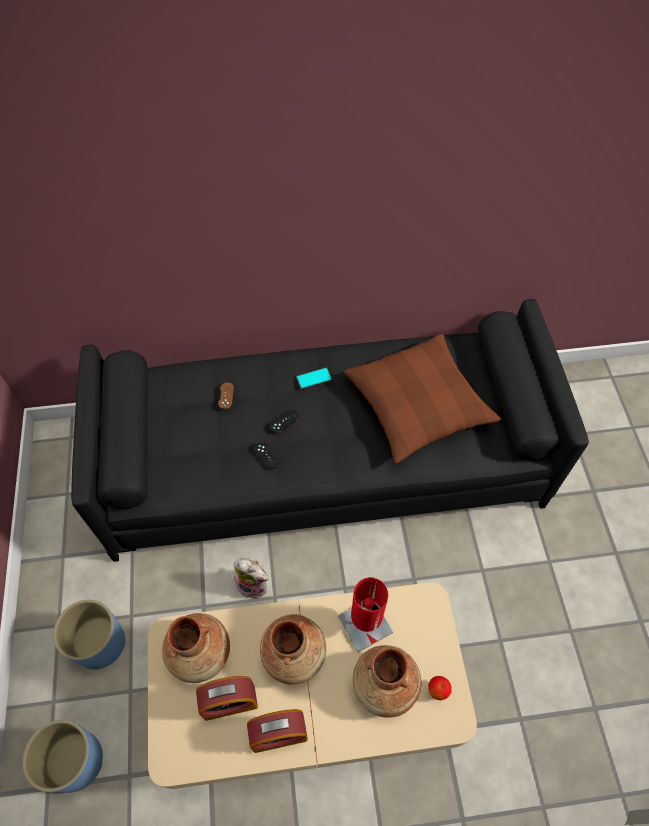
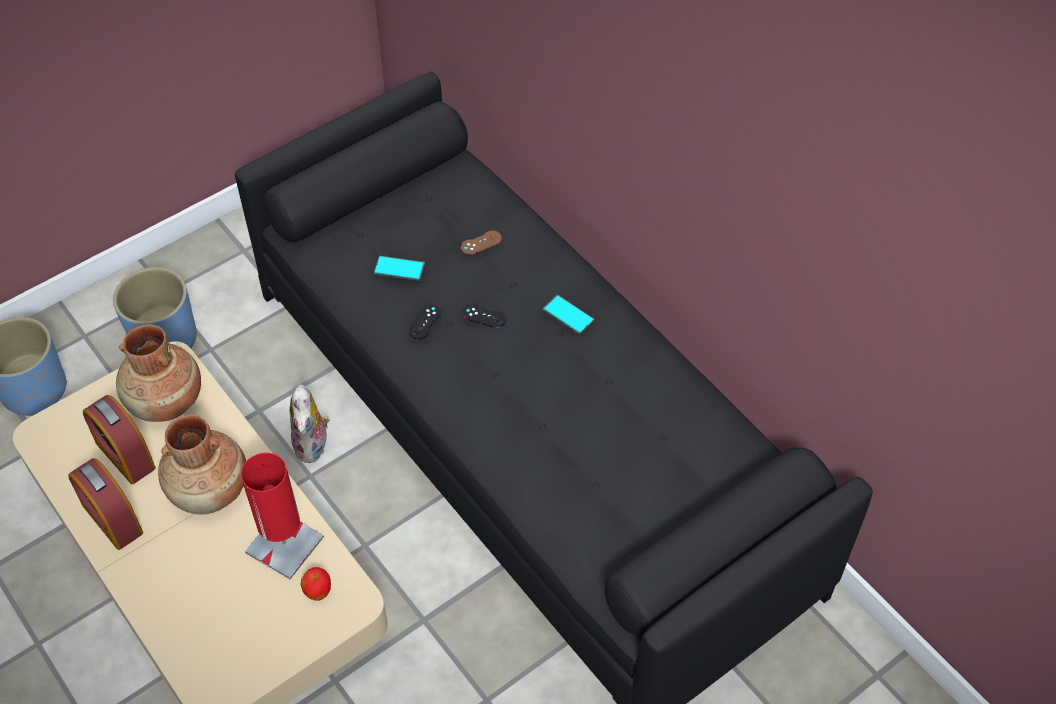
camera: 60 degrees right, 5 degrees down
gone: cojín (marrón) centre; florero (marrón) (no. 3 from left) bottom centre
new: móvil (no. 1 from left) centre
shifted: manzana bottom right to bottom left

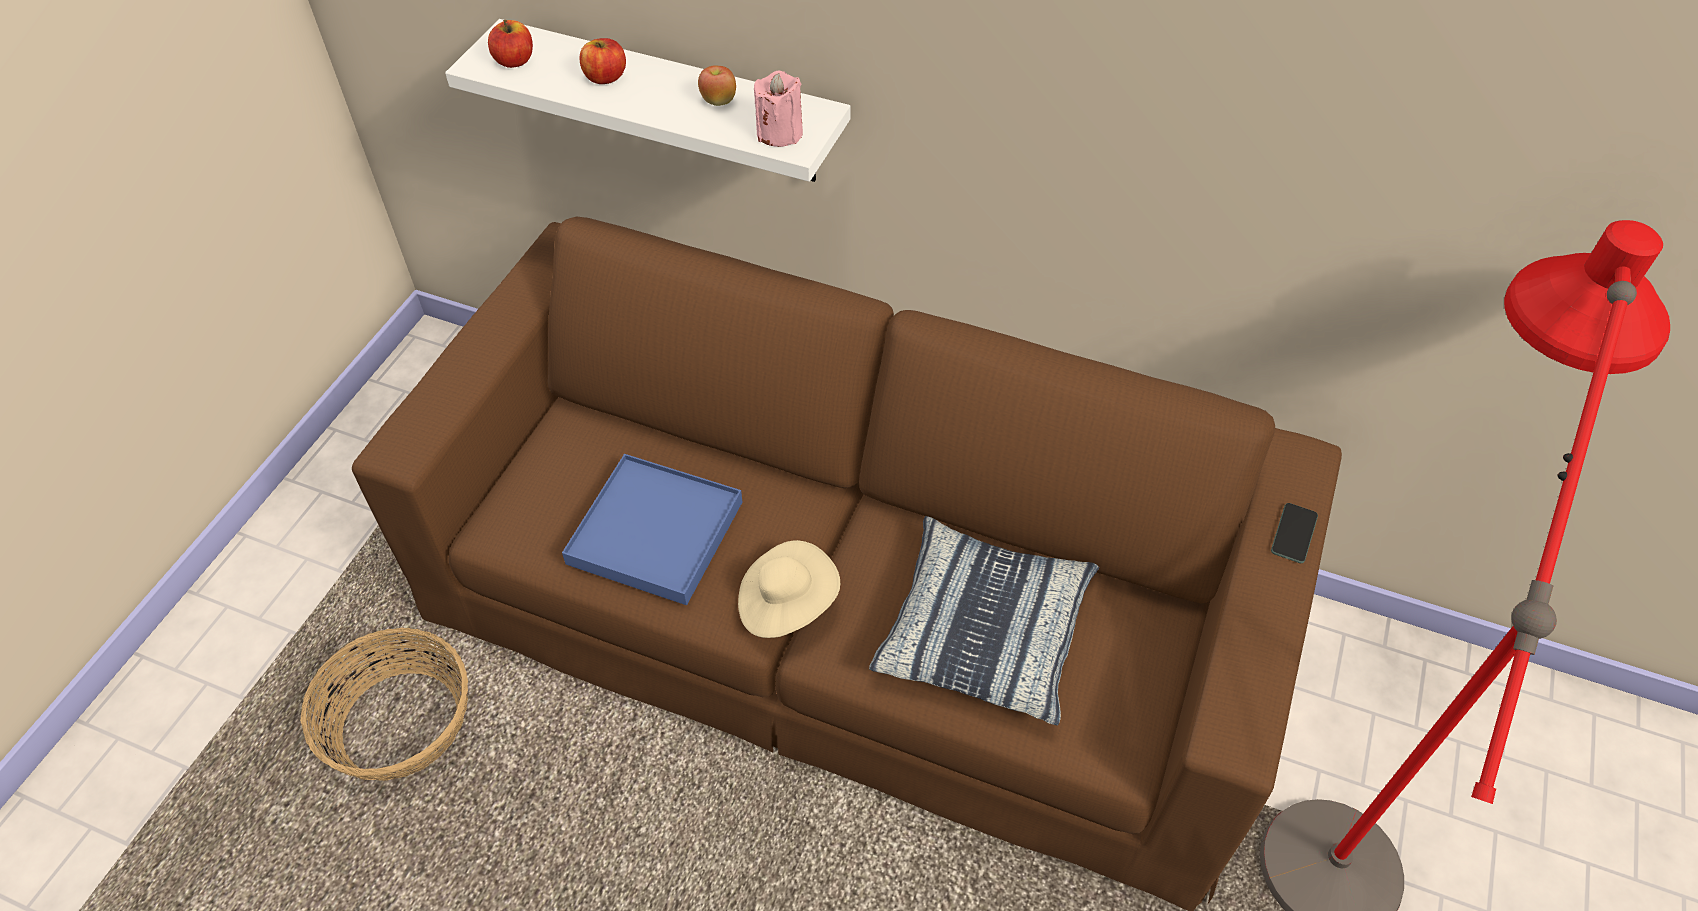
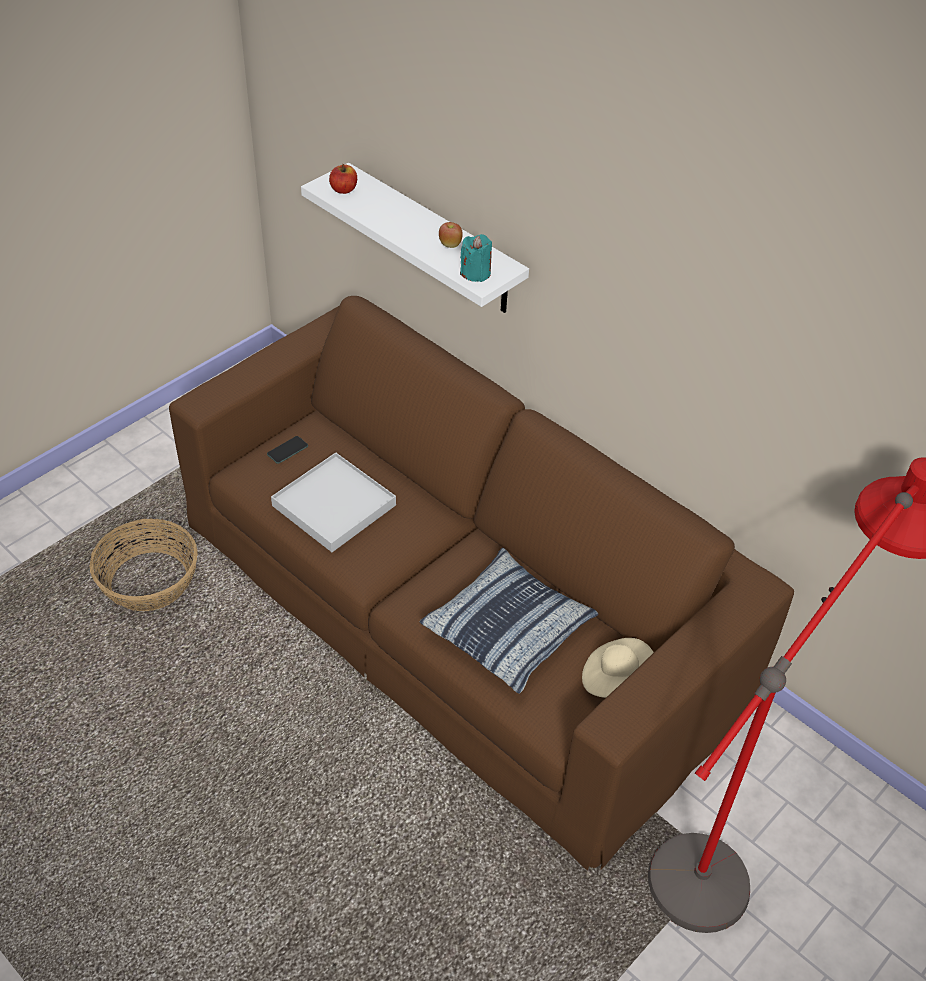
camera: 20 degrees right, 5 degrees down
gone: manzana (no. 2 from left) top centre
shifted: sombrero (beis) centre to bottom right; móvil middle right to middle left
repainted: bandeja (azul) centre to bandeja (blanco) centre; vela (rosa) top centre to vela (turquesa) top centre

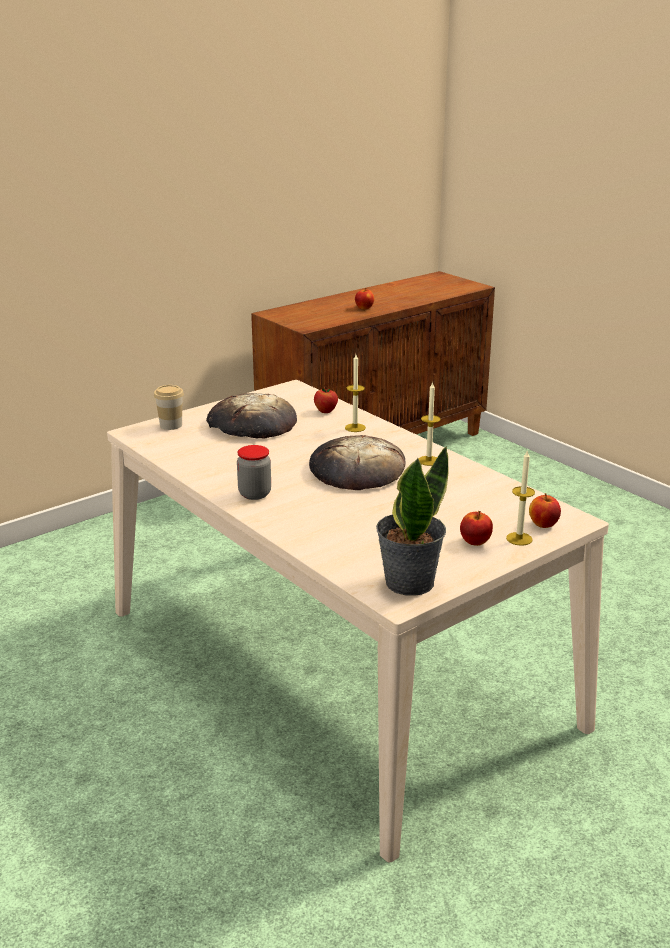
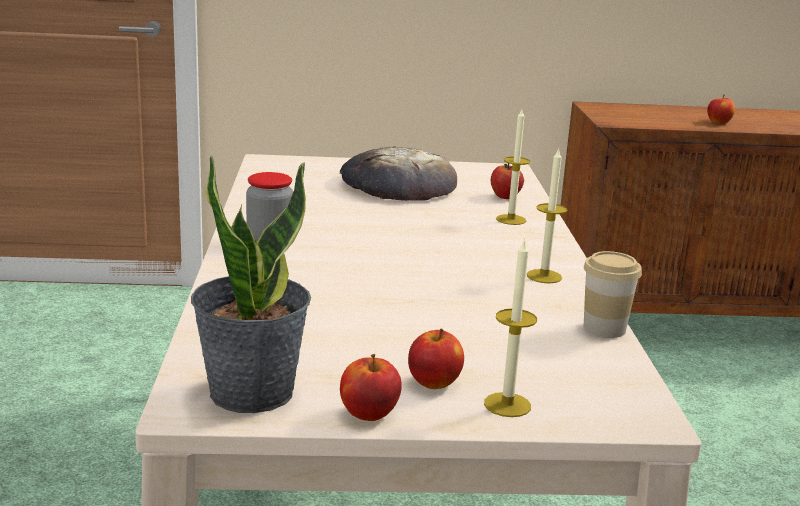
camera: 35 degrees right, 5 degrees down
gone: pan (no. 2 from left) centre
shifted: taza middle left to middle right; manzana (no. 4 from left in the first image) middle right to manzana (no. 1 from left) bottom centre

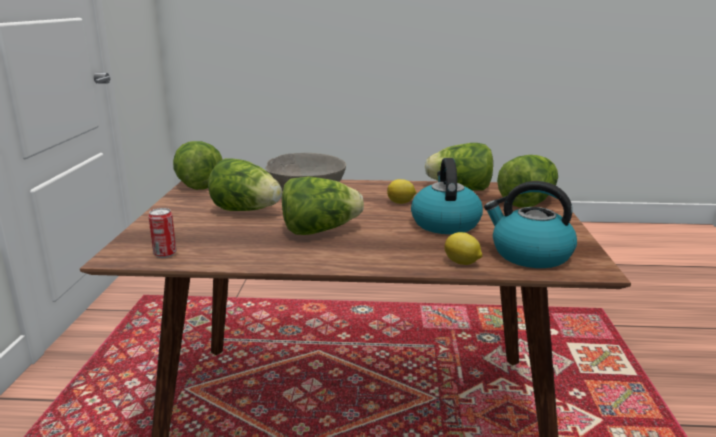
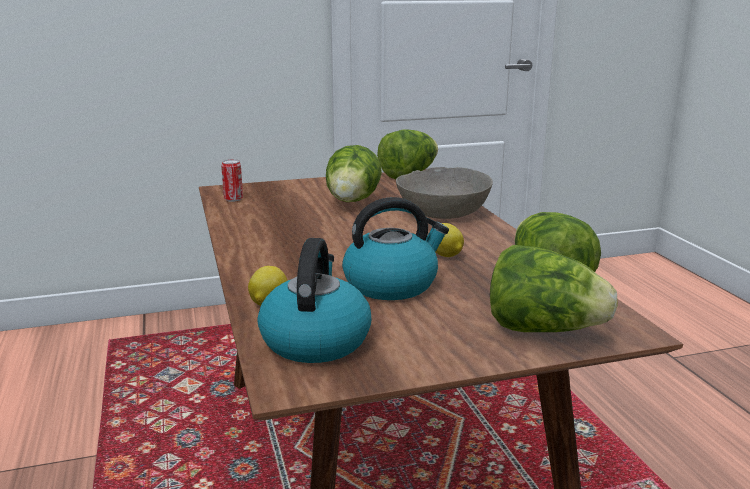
camera: 70 degrees right, 0 degrees up
gone: lechuga (no. 3 from left) centre

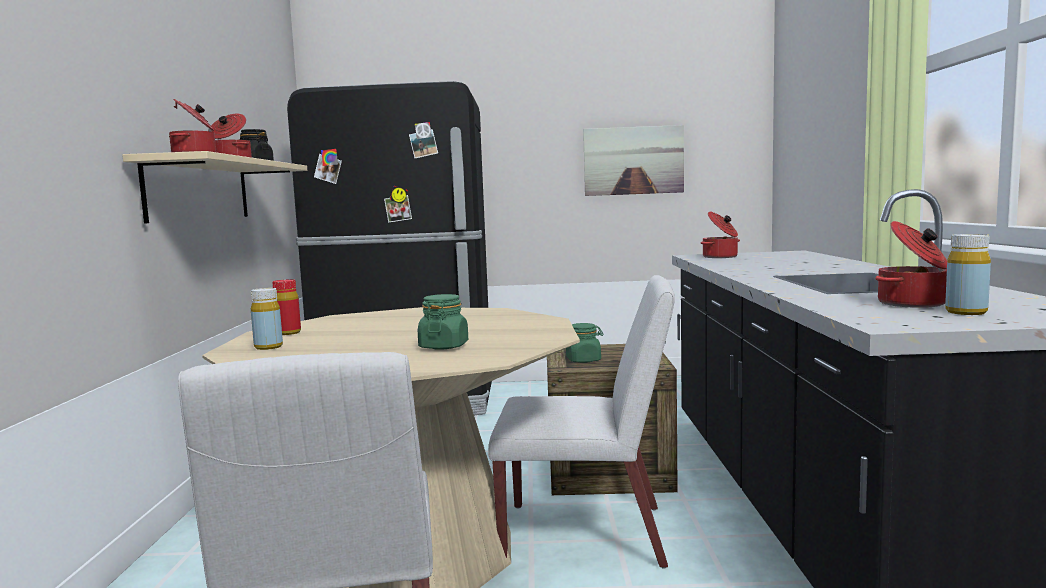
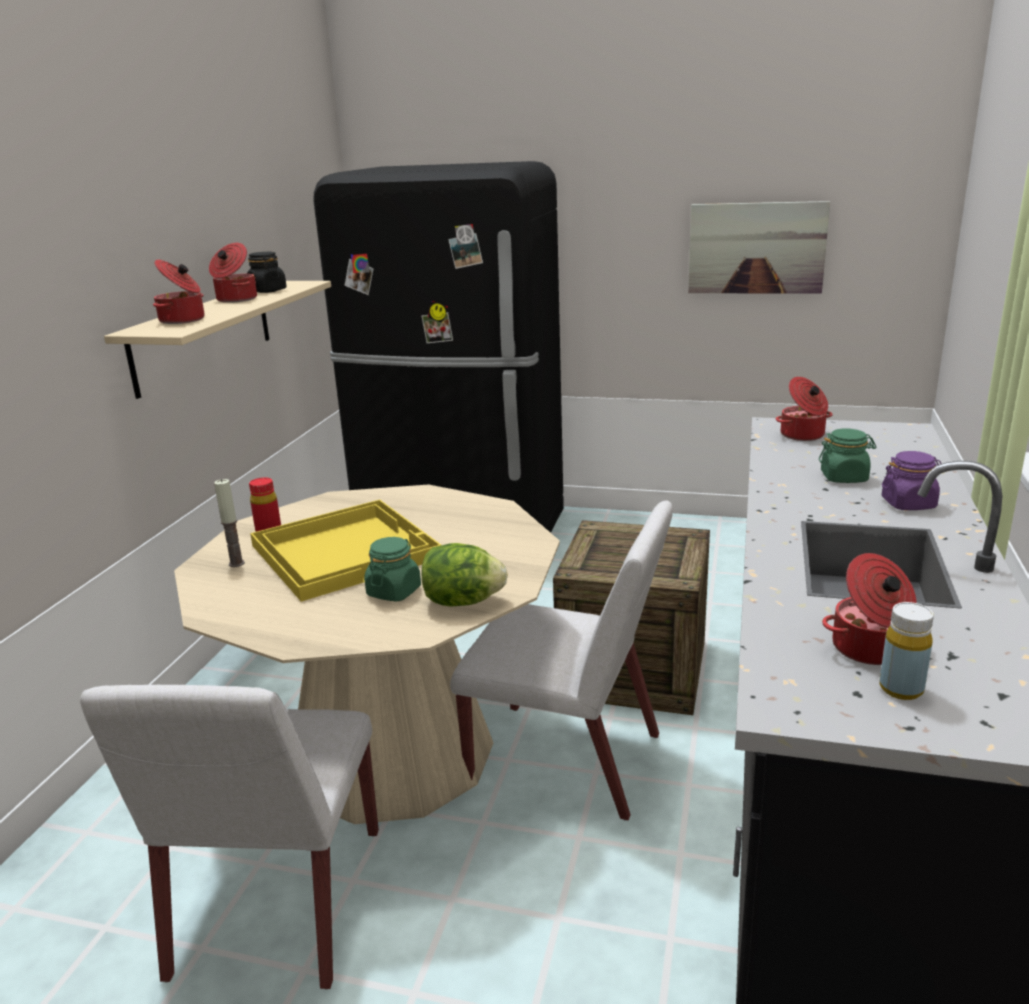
camera: 15 degrees right, 15 degrees up
new: bandeja (amarillo) centre; lechuga centre; tarro (morado) middle right
shifted: tarro (verde) (no. 2 from left) centre to middle right
swapped: botella (amarillo) (no. 1 from left) middle left to vela middle left

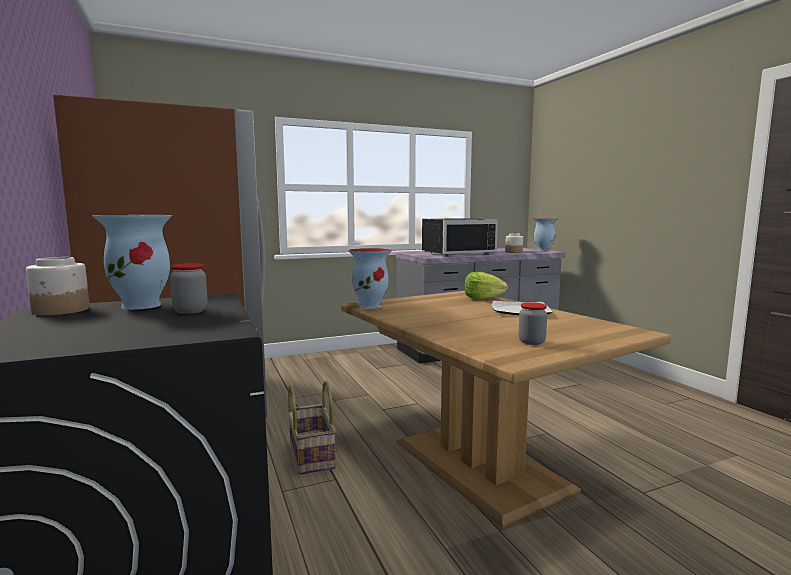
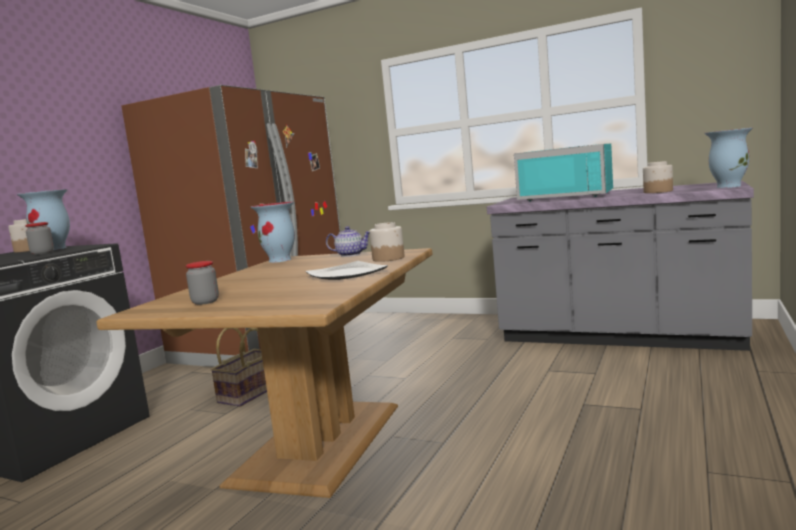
camera: 50 degrees right, 0 degrees up
new: tetera centre
swapped: lechuga centre to tarro (no. 4 from left) centre
repainted: microondas (negro) centre to microondas (turquesa) top right

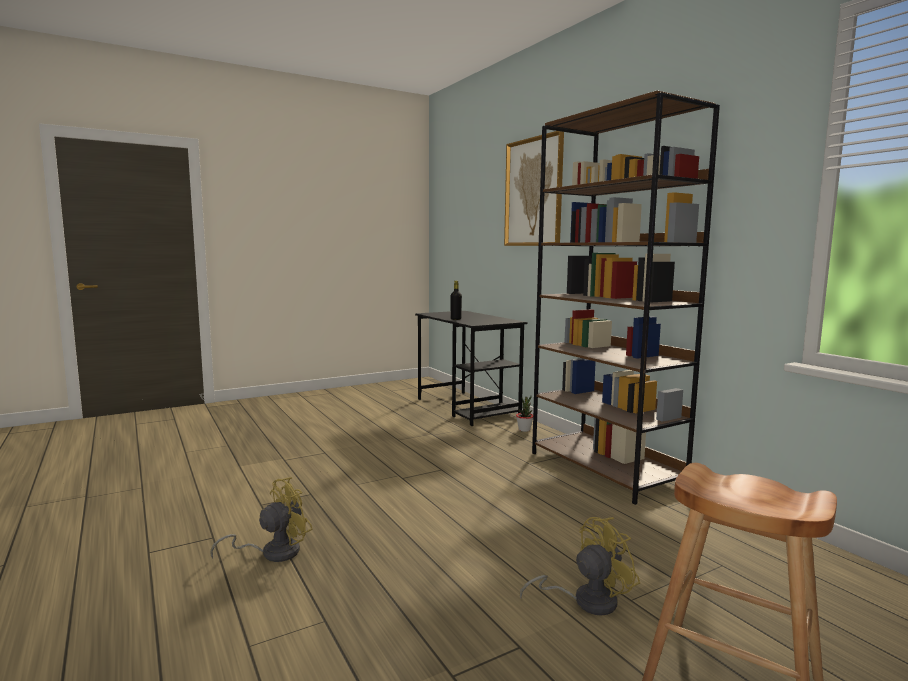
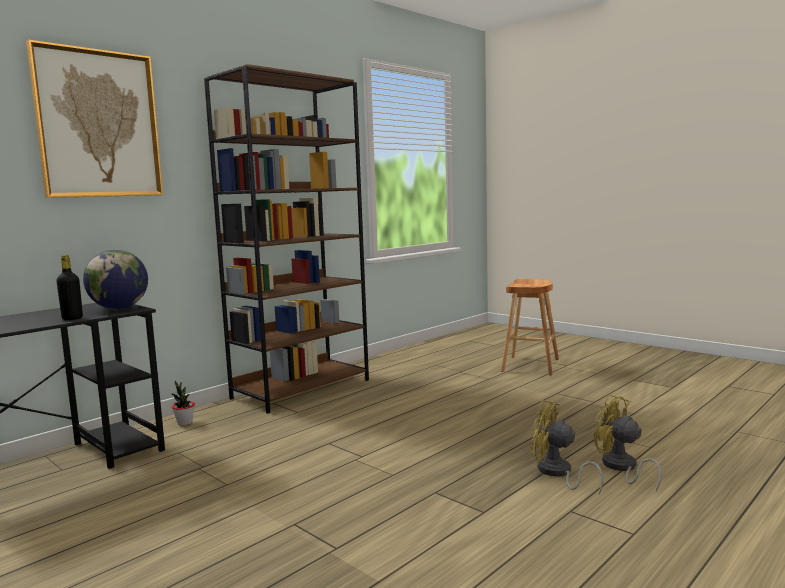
camera: 105 degrees left, 0 degrees up
new: globo terráqueo middle left
shifted: ventilador (amarillo) (no. 2 from left) bottom centre to bottom right

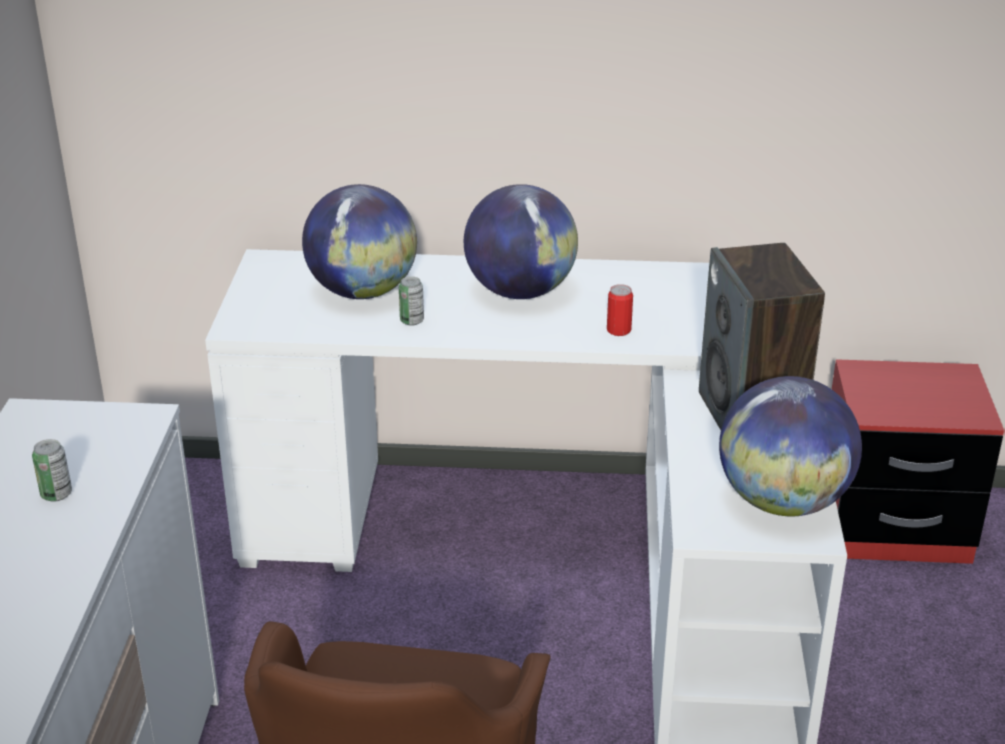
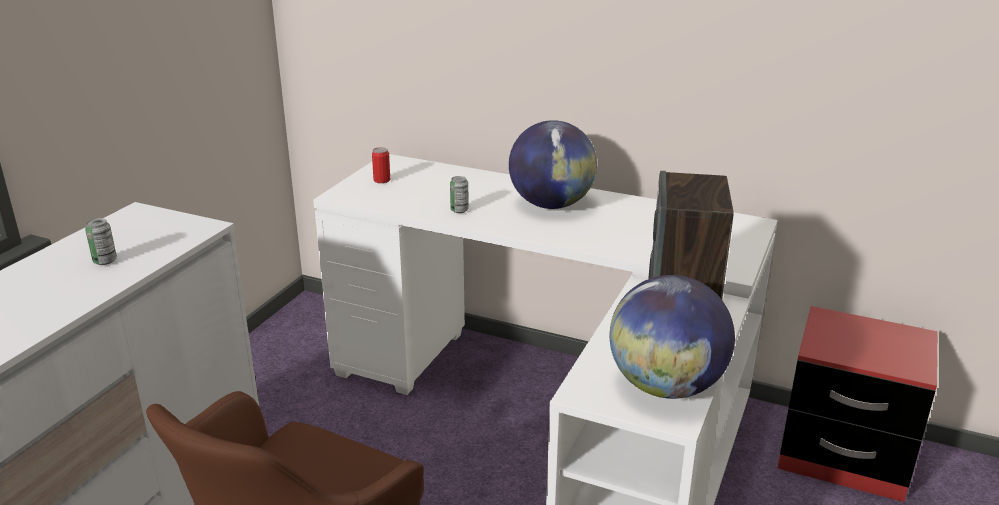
camera: 20 degrees right, 5 degrees down
gone: globo terráqueo (no. 1 from left) top centre
shifted: lata (no. 3 from left in the first image) centre to lata (no. 2 from left) top centre

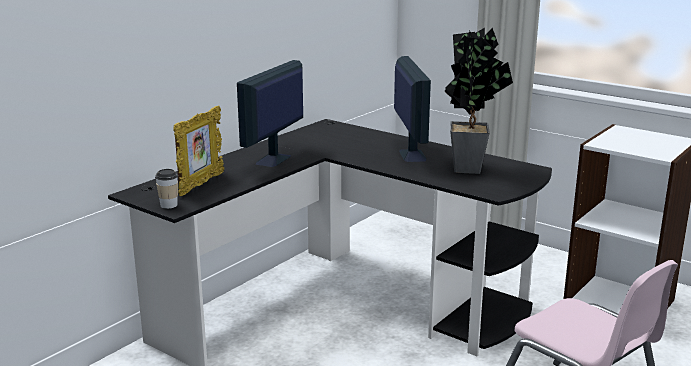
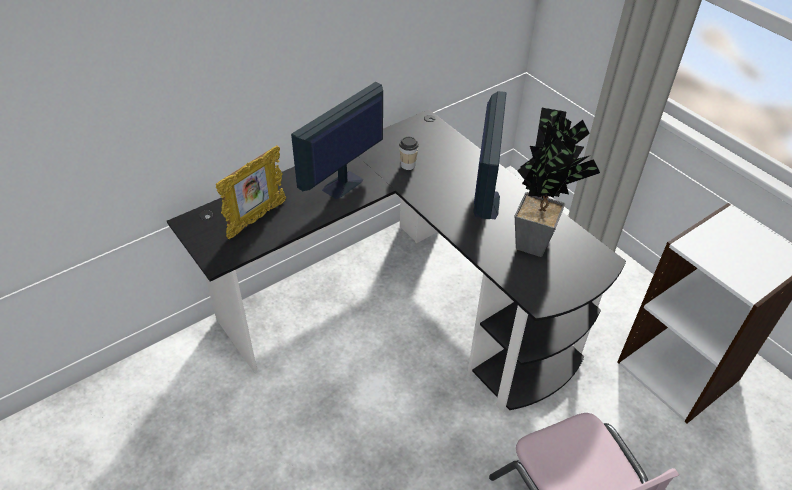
camera: 15 degrees right, 25 degrees up
shifted: taza middle left to top centre

